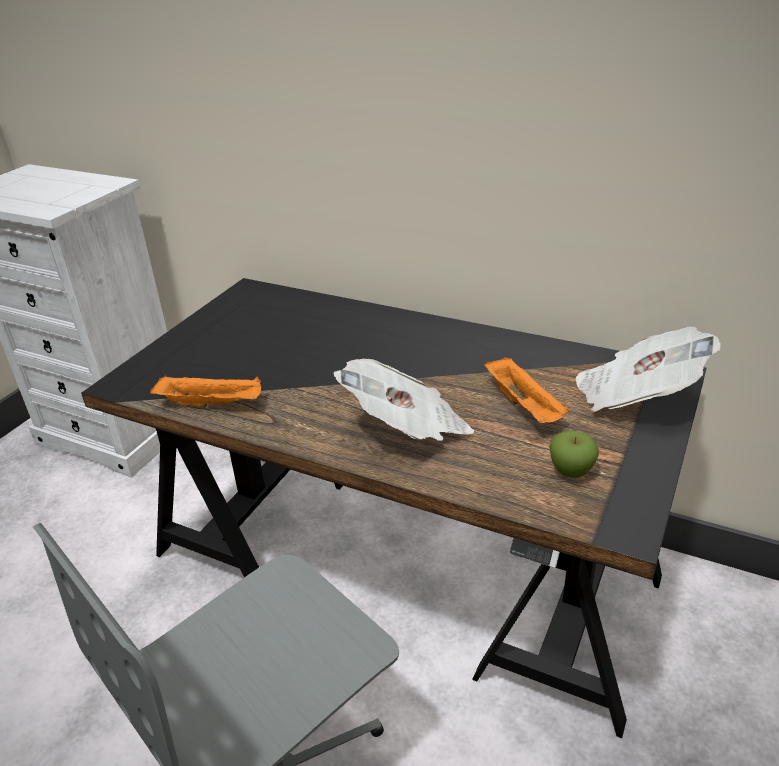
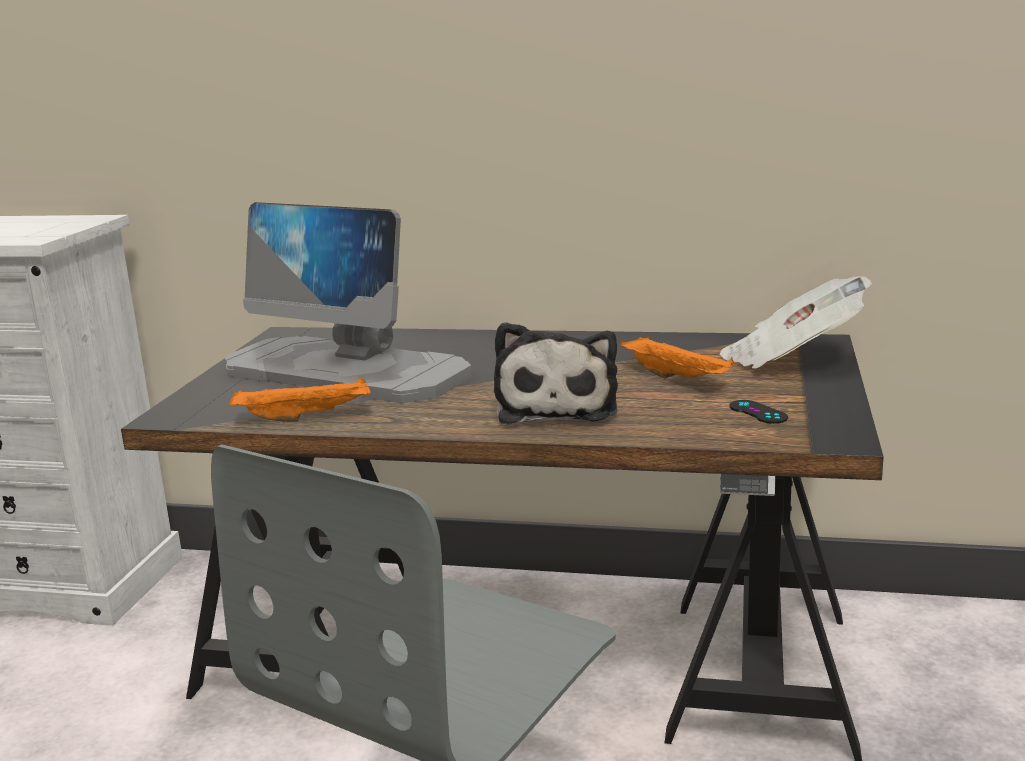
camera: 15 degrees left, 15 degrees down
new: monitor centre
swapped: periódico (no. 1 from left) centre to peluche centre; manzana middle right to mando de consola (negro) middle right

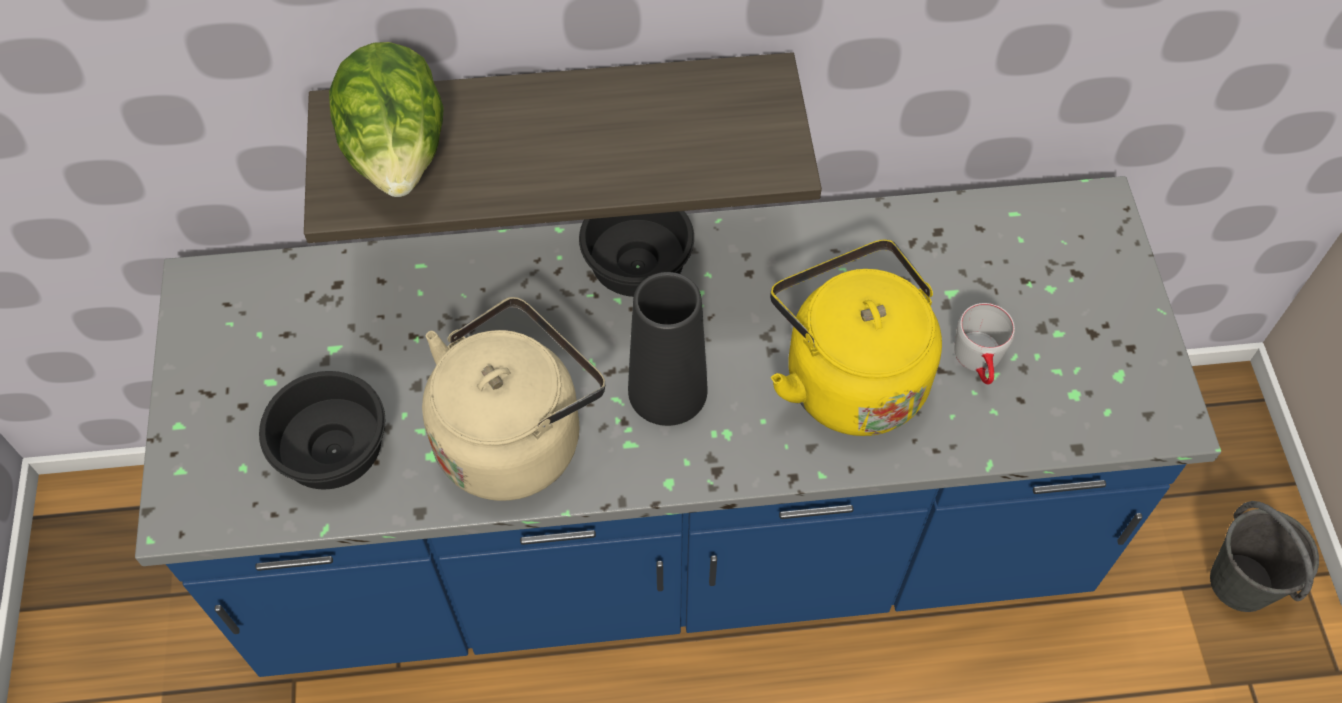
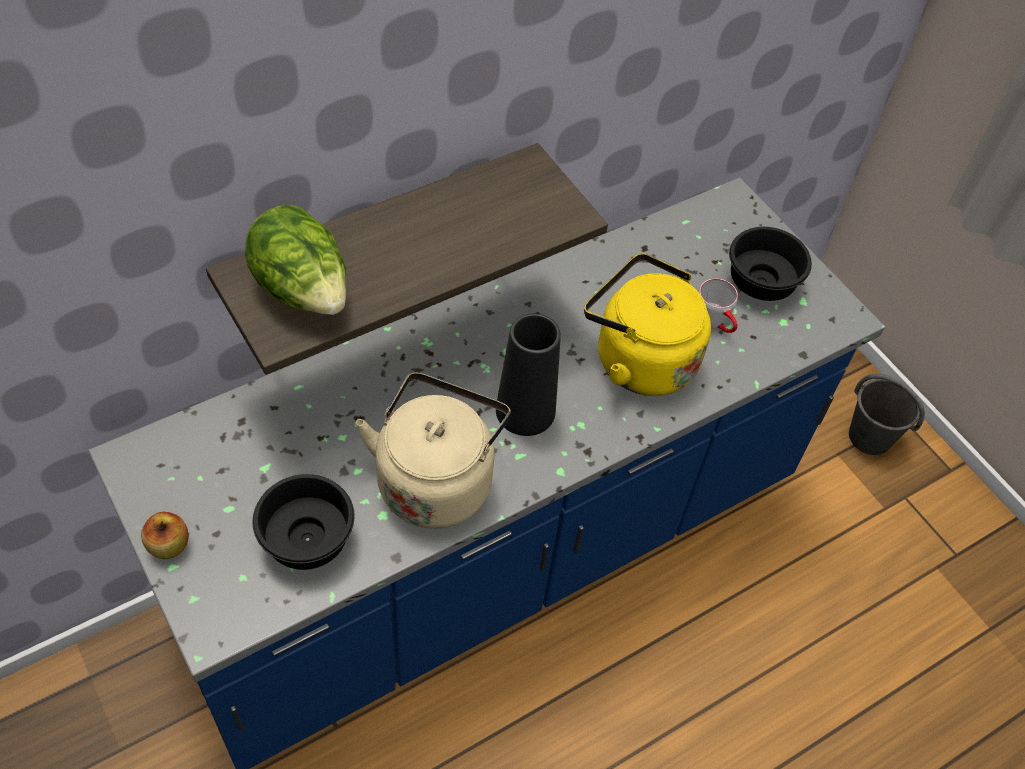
camera: 30 degrees left, 5 degrees down
new: manzana bottom left
shifted: cuenco (negro) (no. 2 from left) centre to middle right

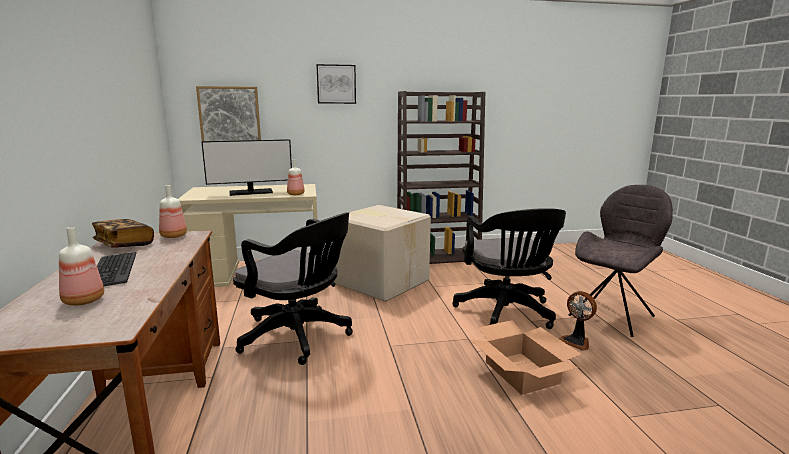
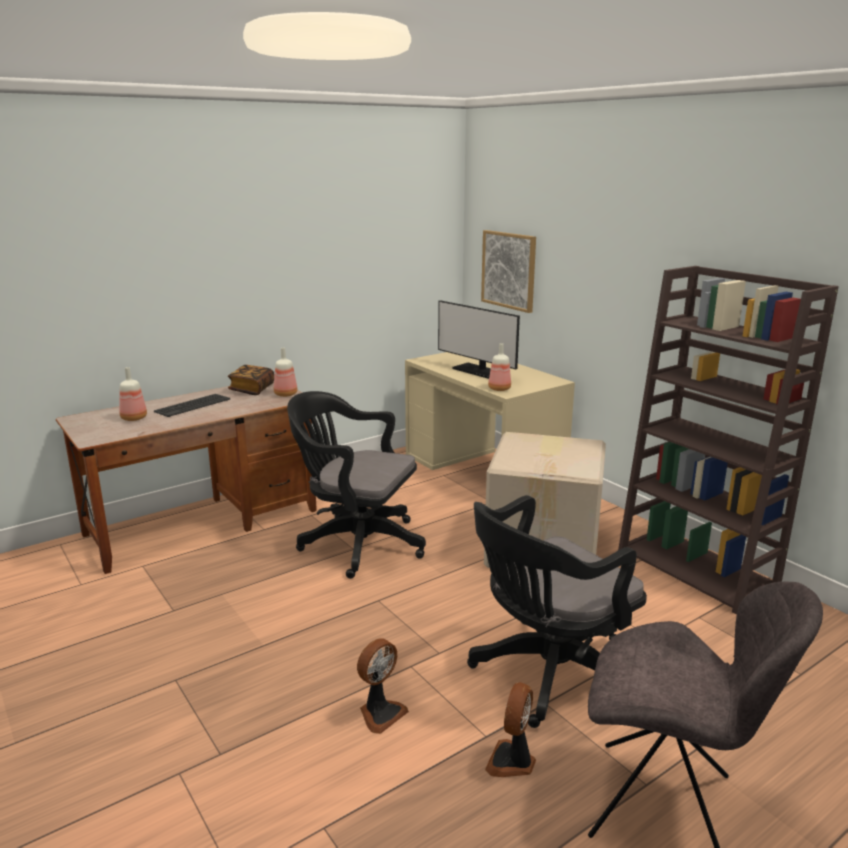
camera: 65 degrees right, 5 degrees up
gone: cuadro (no. 2 from left) top centre
swapped: caja de cartón (no. 2 from left) bottom centre to ventilador (no. 1 from left) bottom centre
rotated: silla de oficina (negro) (no. 1 from left) centre = centre 105 degrees clockwise

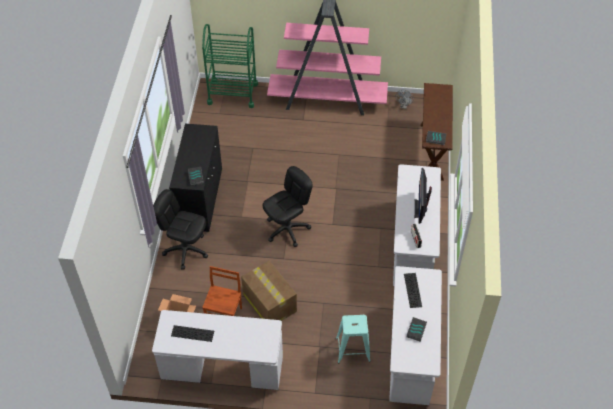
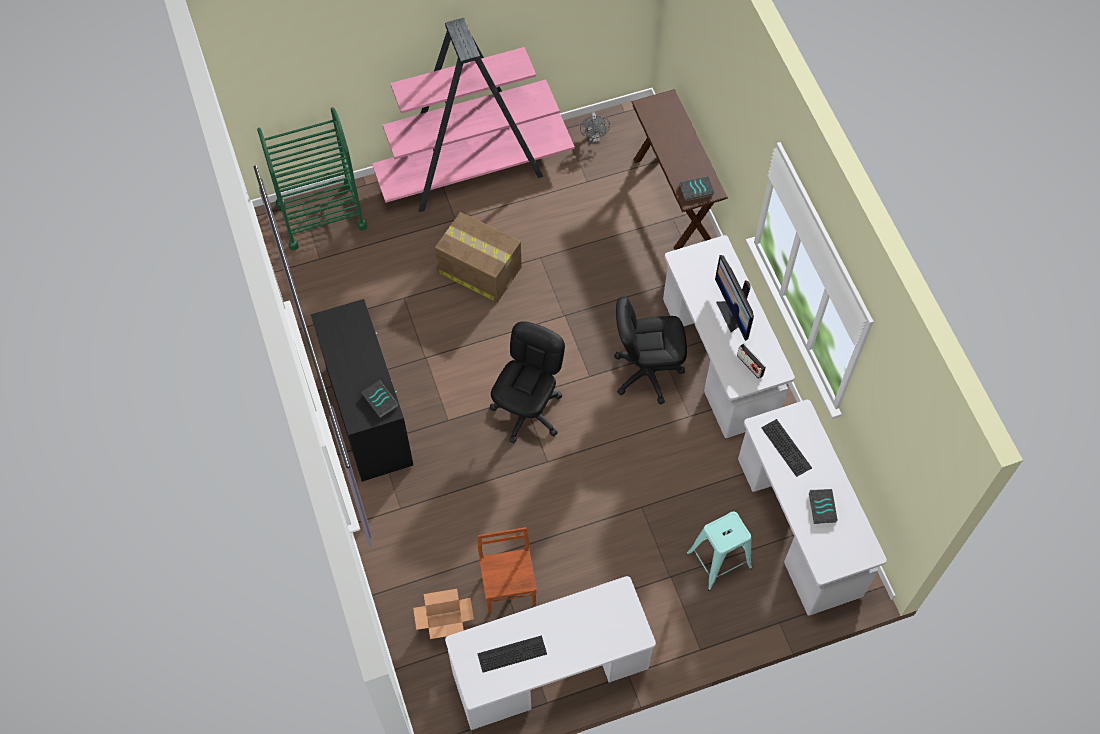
camera: 25 degrees left, 10 degrees up
shifted: silla de oficina (negro) (no. 1 from left in the first image) middle left to silla de oficina (negro) (no. 2 from left) centre; caja de cartón (no. 2 from left) bottom centre to centre

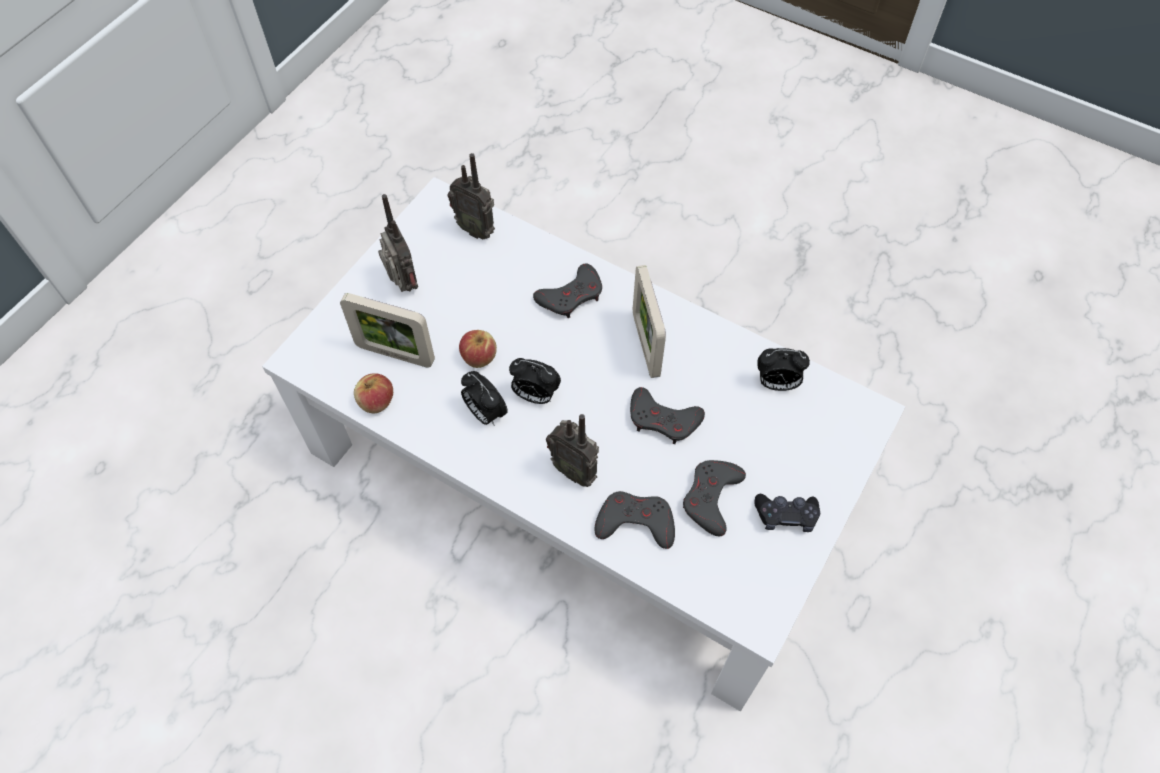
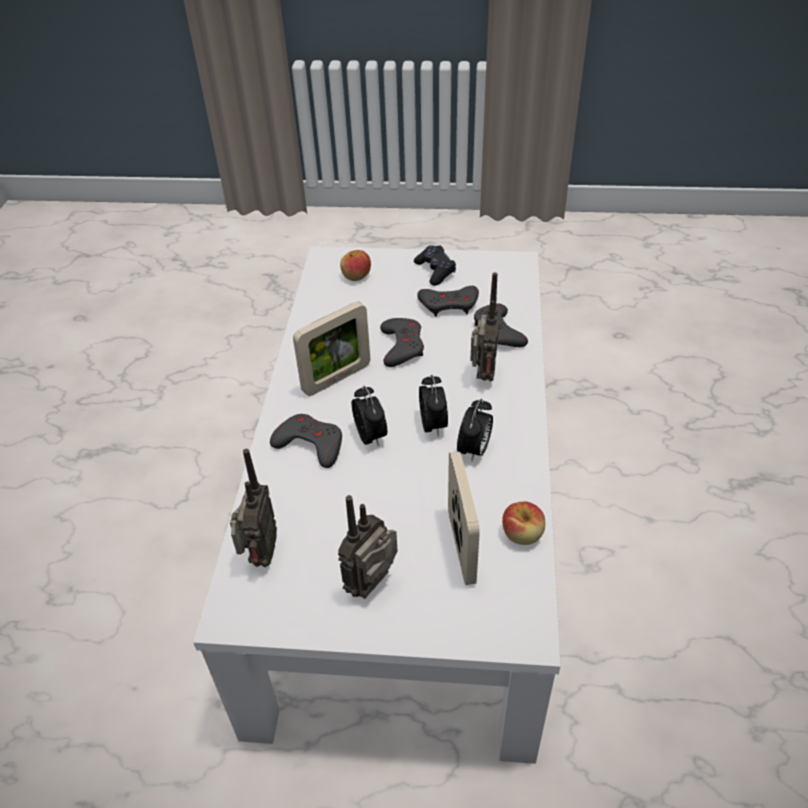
camera: 115 degrees left, 15 degrees down
shifted: manzana (no. 2 from left in the first image) centre to manzana (no. 1 from left) top centre; despertador (no. 3 from left in the first image) middle right to despertador (no. 1 from left) centre

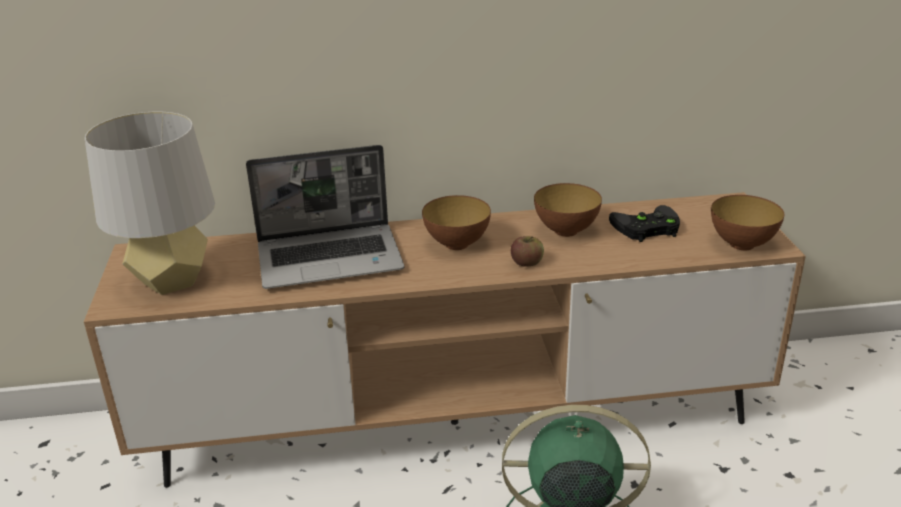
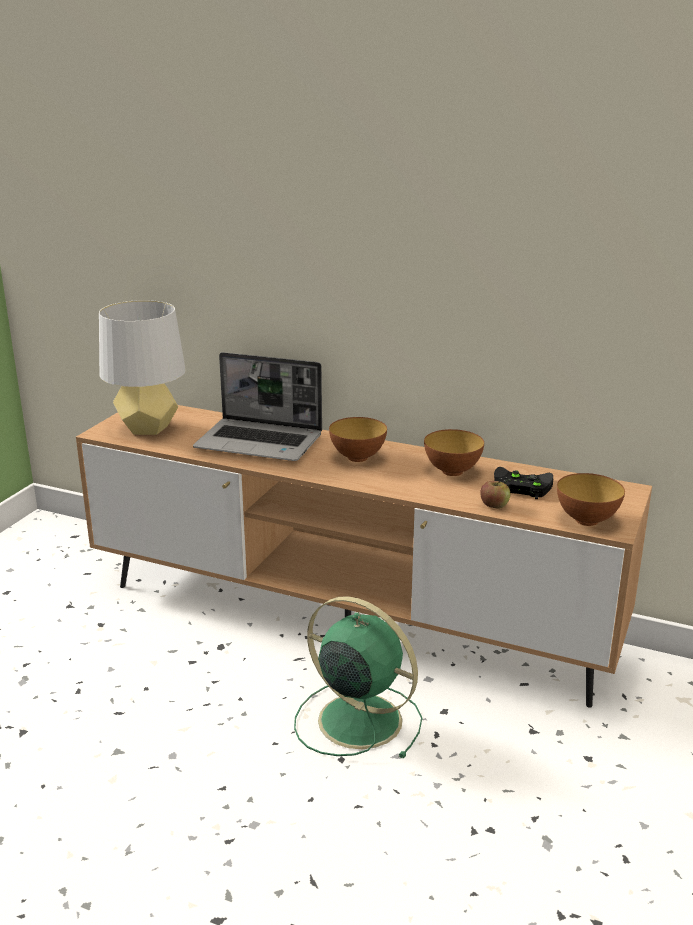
camera: 30 degrees right, 5 degrees down
shifted: manzana centre to middle right

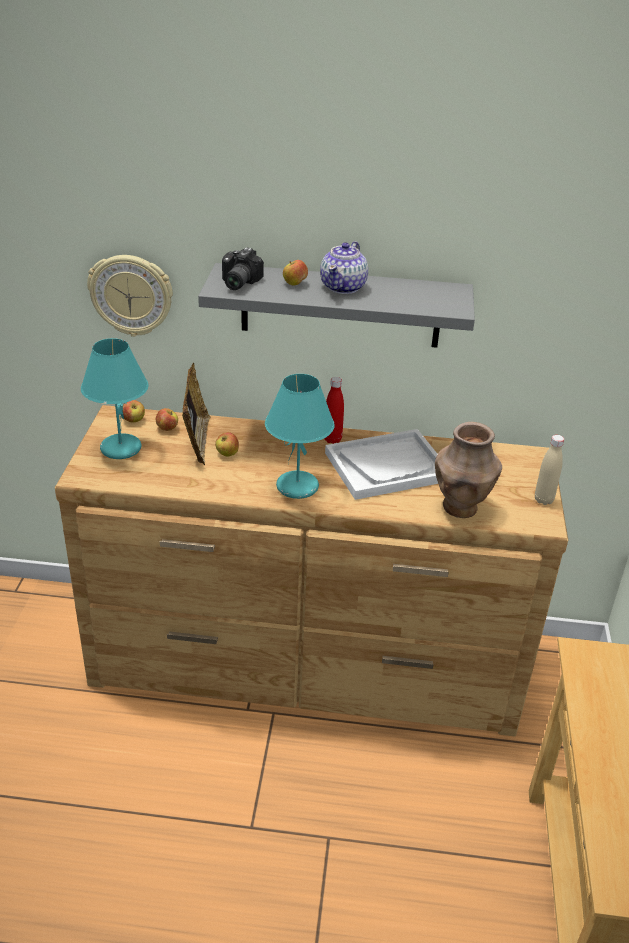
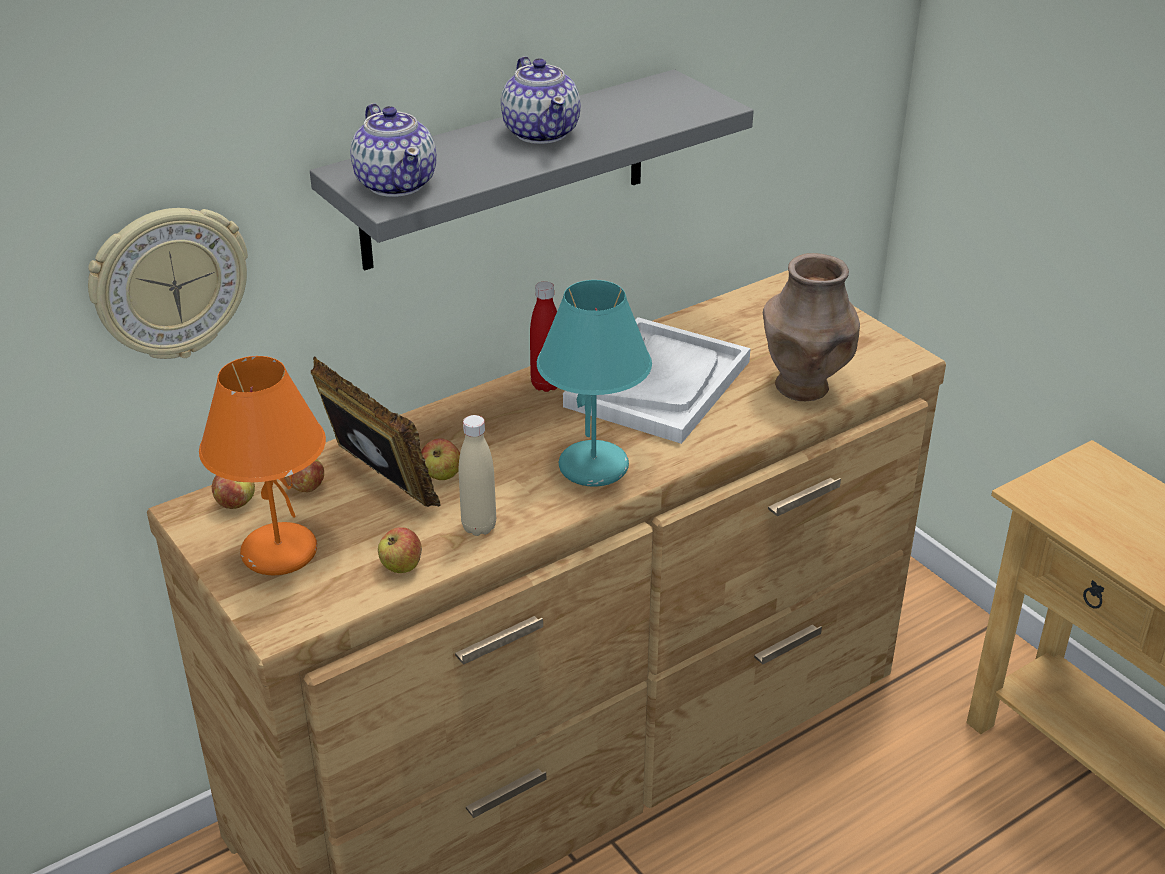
camera: 40 degrees left, 0 degrees up
shifted: manzana (no. 4 from left in the first image) top centre to manzana (no. 3 from left) centre; botella (beis) middle right to centre
swapped: cámara top centre to tetera (no. 1 from left) top centre
repainted: lámpara de mesa (turquesa) (no. 1 from left) middle left to lámpara de mesa (naranja) middle left

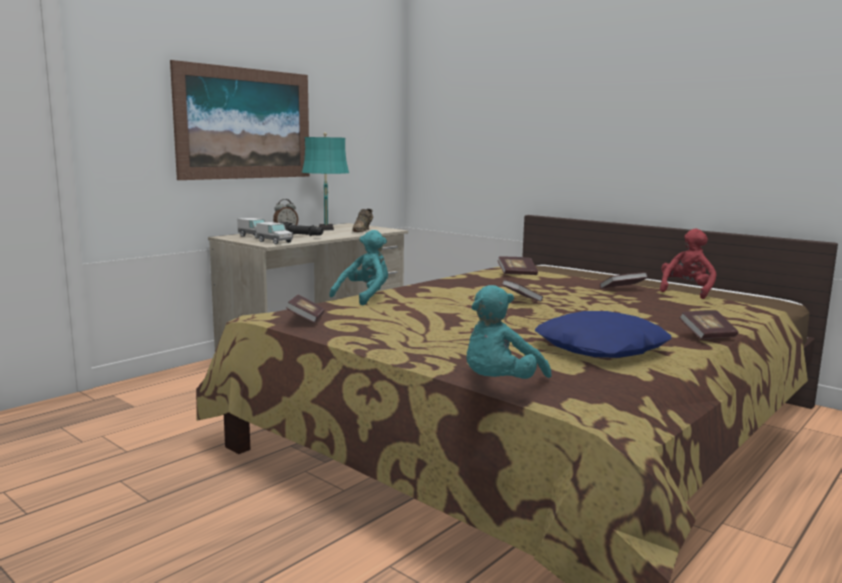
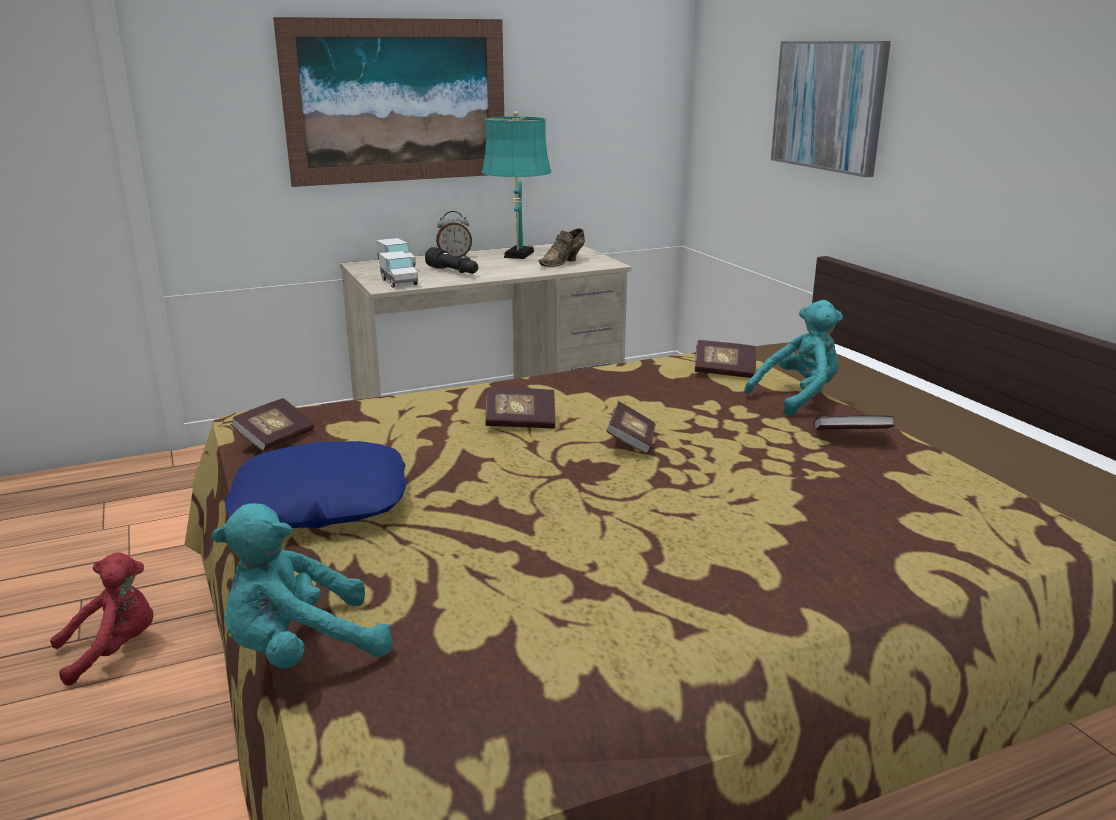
camera: 25 degrees right, 10 degrees up
new: cuadro (no. 2 from left) top right
shifted: peluche (turquesa) (no. 1 from left in the first image) centre to peluche (turquesa) (no. 2 from left) middle right; cojín (azul) middle right to middle left; peluche (rojo) middle right to bottom left; libro (no. 5 from left in the first image) middle right to libro (no. 2 from left) centre

